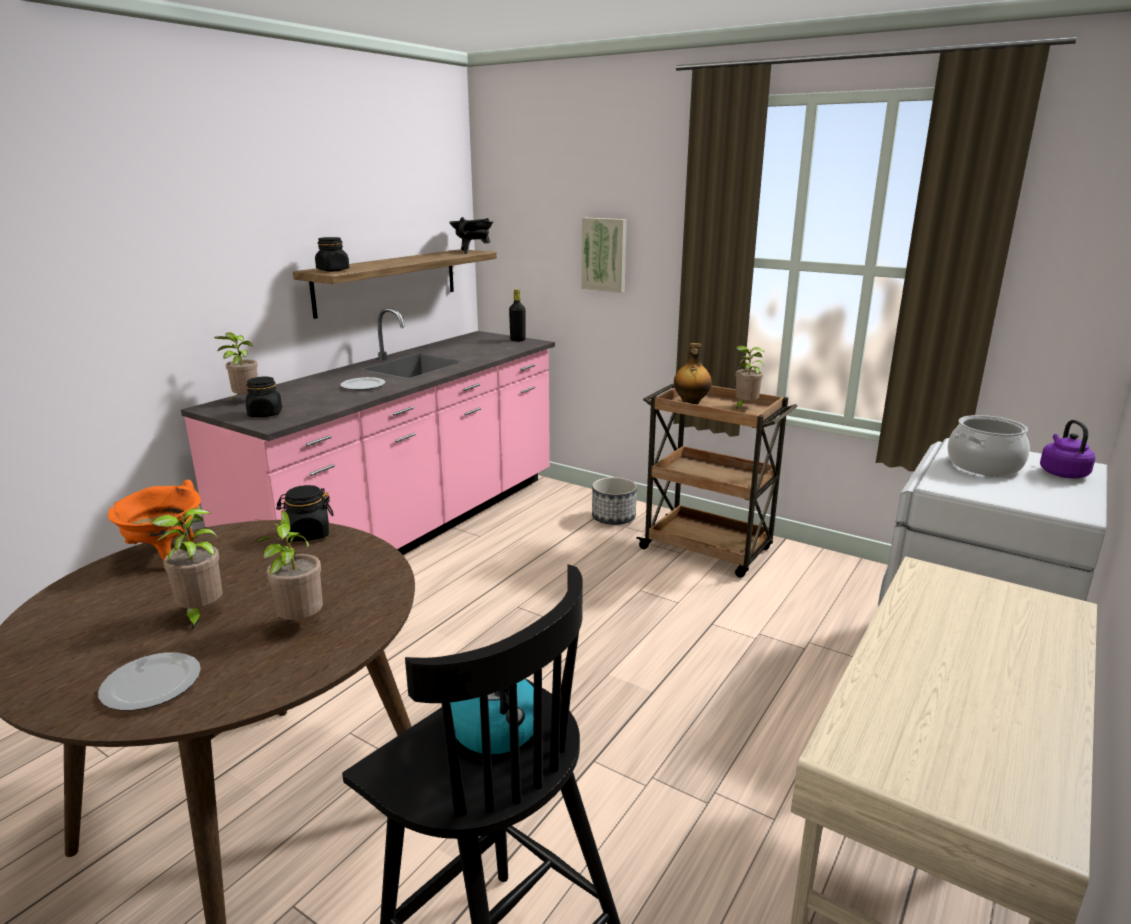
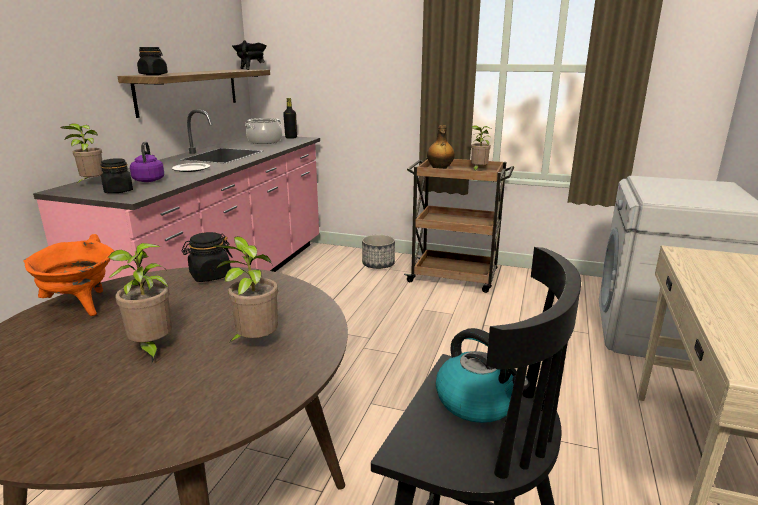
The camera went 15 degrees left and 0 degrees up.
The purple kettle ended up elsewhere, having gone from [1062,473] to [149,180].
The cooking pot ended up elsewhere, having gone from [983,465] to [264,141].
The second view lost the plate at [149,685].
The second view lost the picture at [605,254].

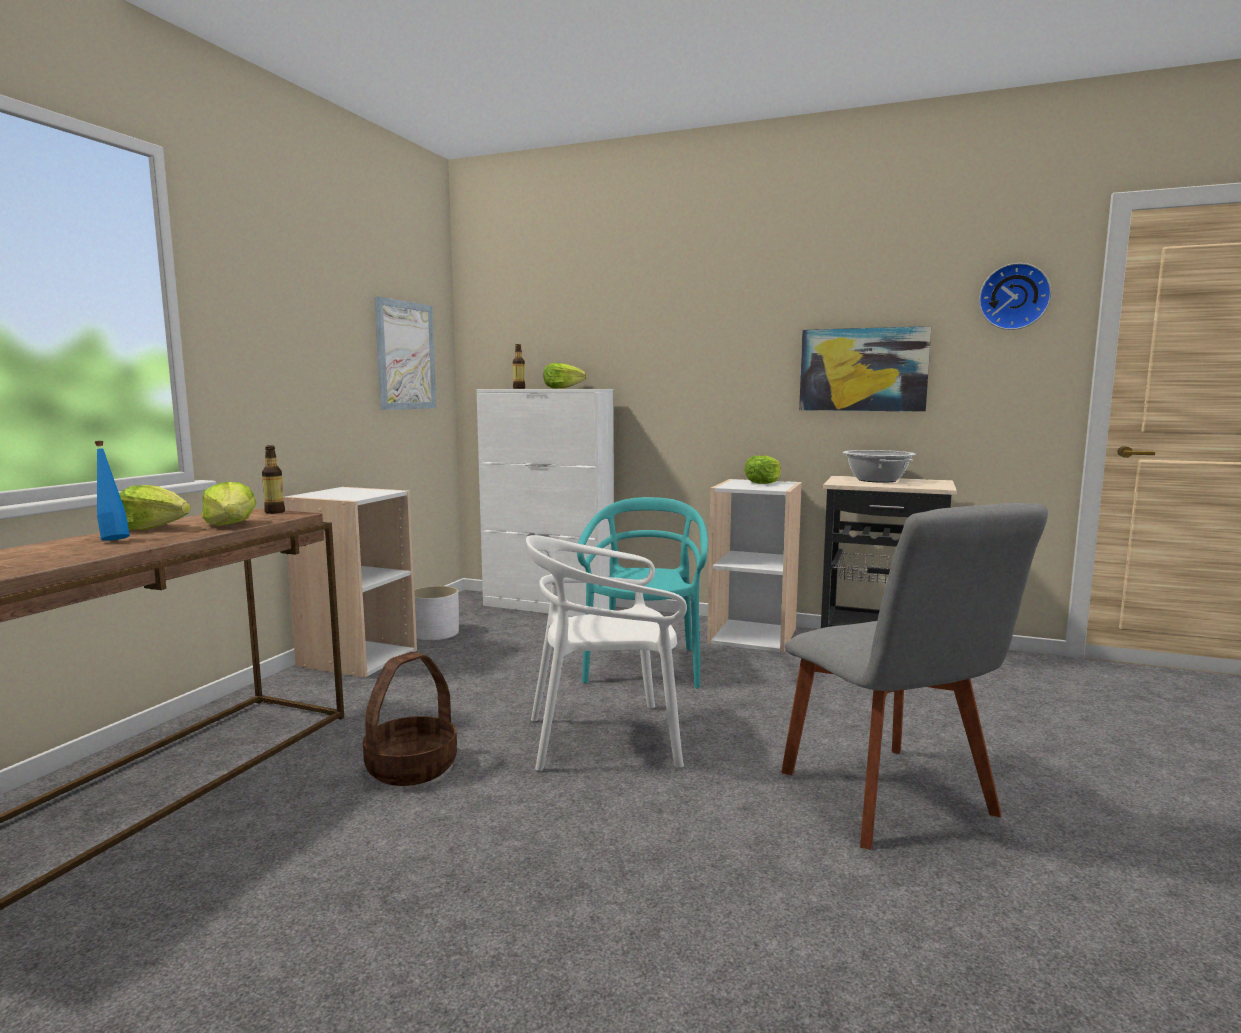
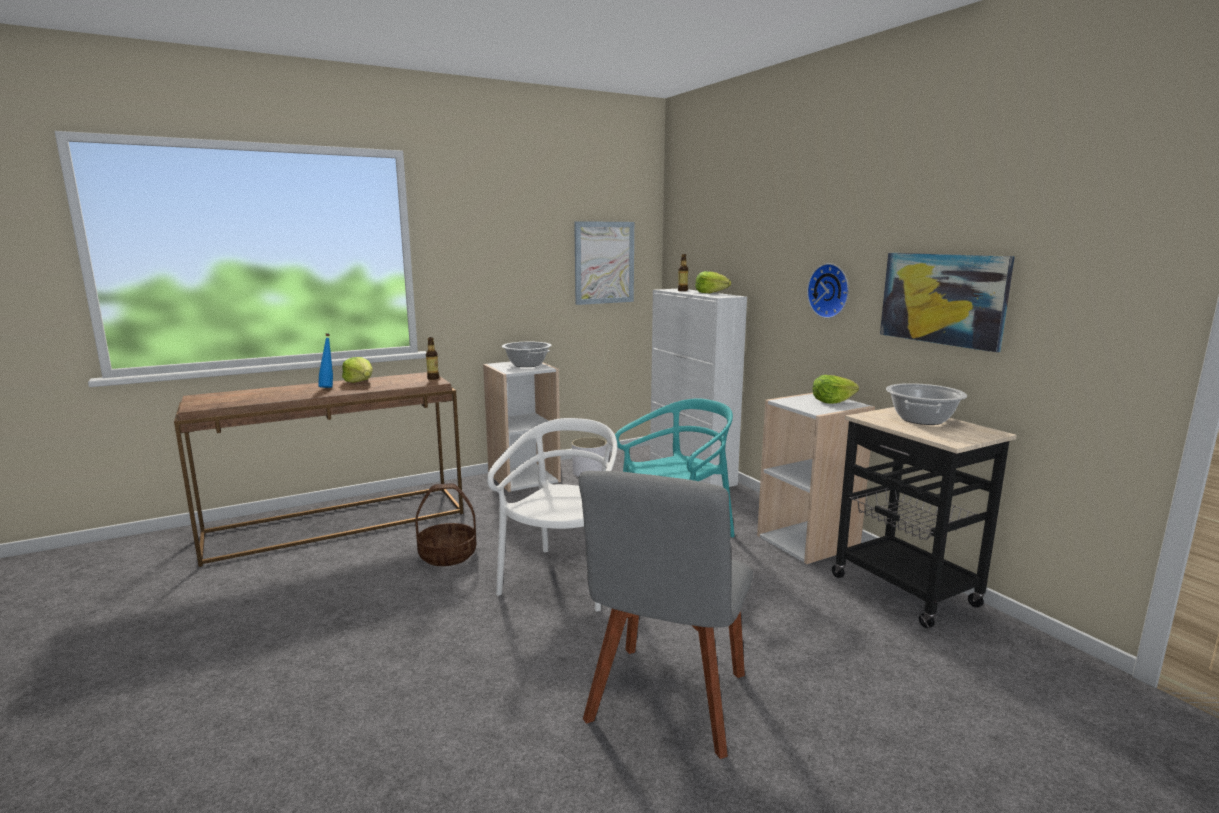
The camera went 40 degrees right and 5 degrees up.
The white chair at [604,738] ended up facing another way, 75 degrees clockwise from before.
The second view gained the cooking pot at [526,364].
The wall clock ended up elsewhere, having gone from [1013,297] to [830,290].
The second view lost the lettuce at [231,525].

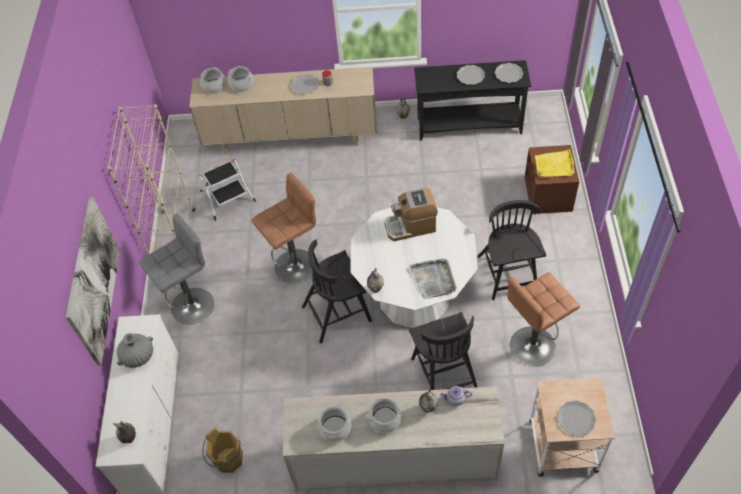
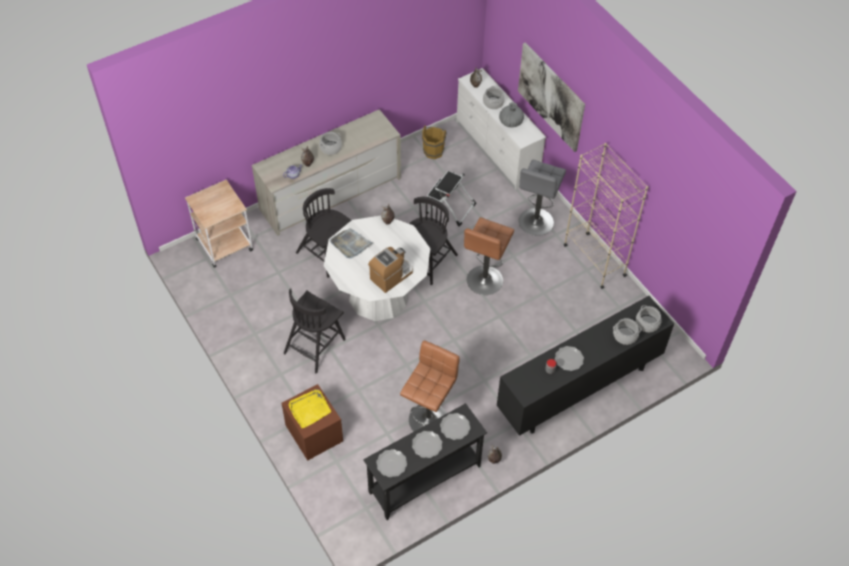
The camera went 145 degrees right and 0 degrees up.
The black chair at [508,274] ended up facing another way, 75 degrees clockwise from before.
The brown stool ended up elsewhere, having gone from [531,346] to [429,420].
The step ladder ended up elsewhere, having gone from [227,197] to [450,206].
The plate ended up elsewhere, having gone from [576,419] to [454,427].
The cooking pot ended up elsewhere, having gone from [335,428] to [493,103].
What was the beige cabinet at [291,138] turned into the black cabinet at [579,389].

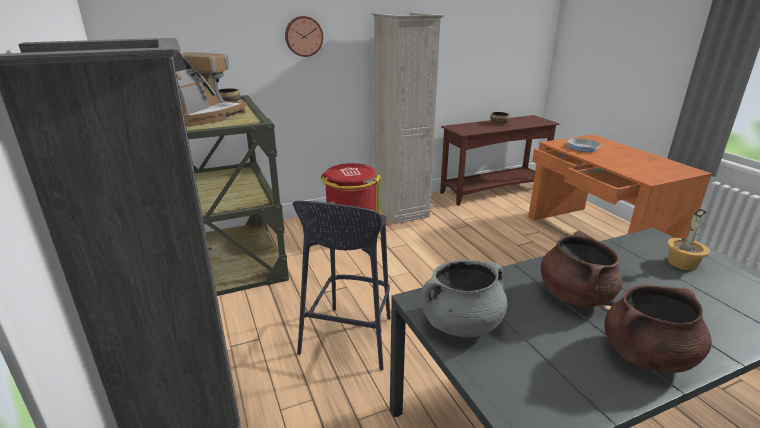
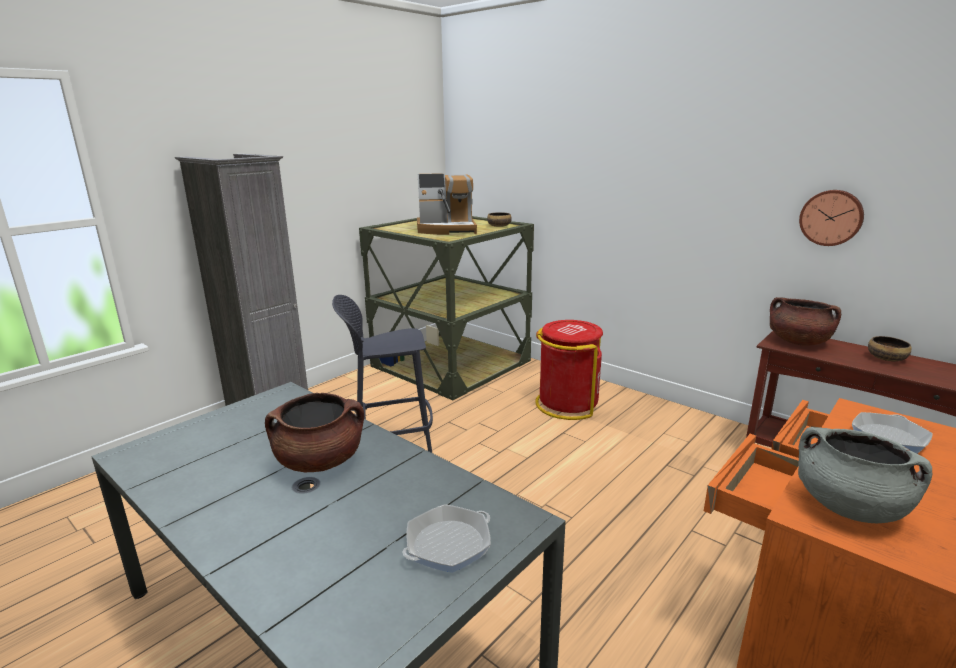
The camera went 65 degrees right and 5 degrees down.
Where the potted plant stood at [682,263], the frying pan came to stand at [448,544].
The brown cooking pot ended up elsewhere, having gone from [647,355] to [798,342].
The grey cooking pot ended up elsewhere, having gone from [461,324] to [849,507].
The wall clock ended up elsewhere, having gone from [303,36] to [831,217].
The second view lost the beige cabinet at [402,211].

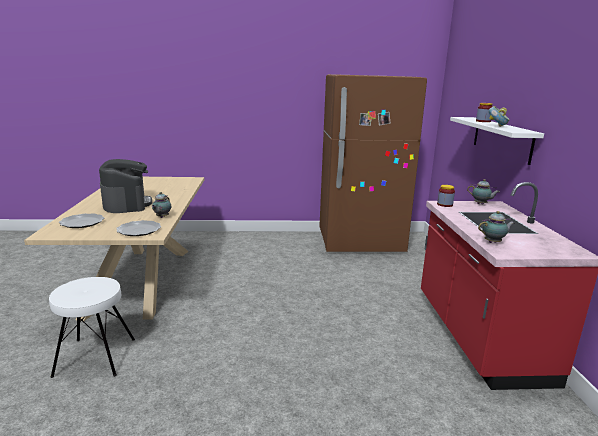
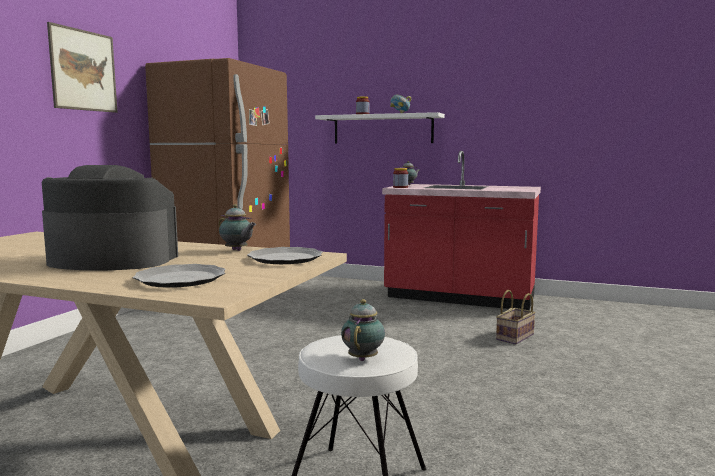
The camera went 65 degrees left and 10 degrees down.
The second view gained the picture at [83,70].
The teapot ended up elsewhere, having gone from [493,242] to [364,358].
The second view gained the basket at [515,337].

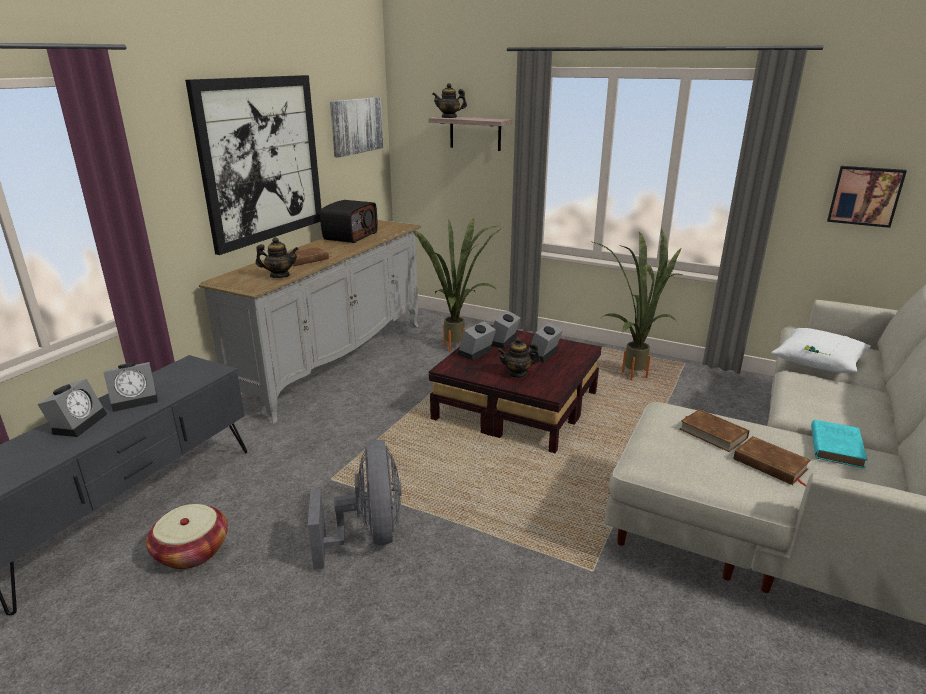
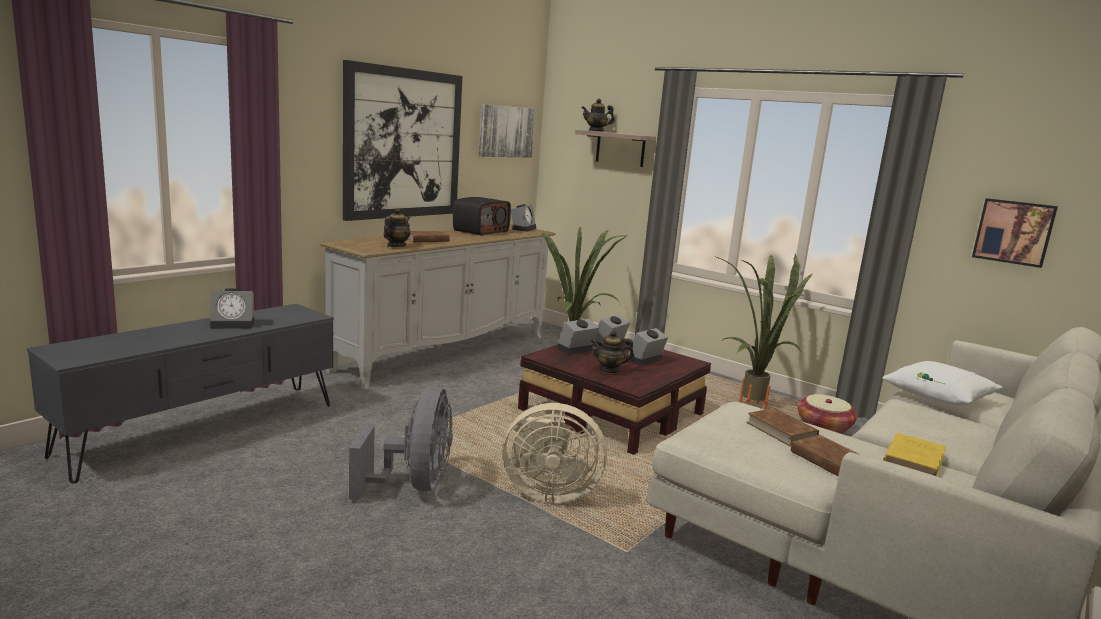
The camera went 10 degrees right and 10 degrees down.
The teapot at [279,276] ended up facing another way, 75 degrees counterclockwise from before.
The second view gained the beige fan at [548,493].
The alarm clock ended up elsewhere, having gone from [78,423] to [523,228].
The basket ended up elsewhere, having gone from [192,551] to [823,427].
What was the turquoise book at [836,446] turned into the yellow book at [914,459].

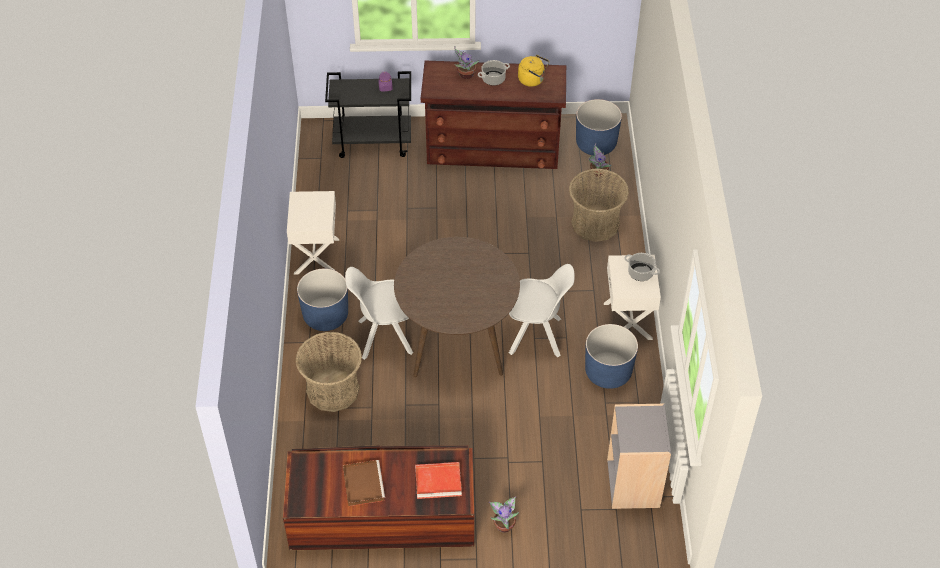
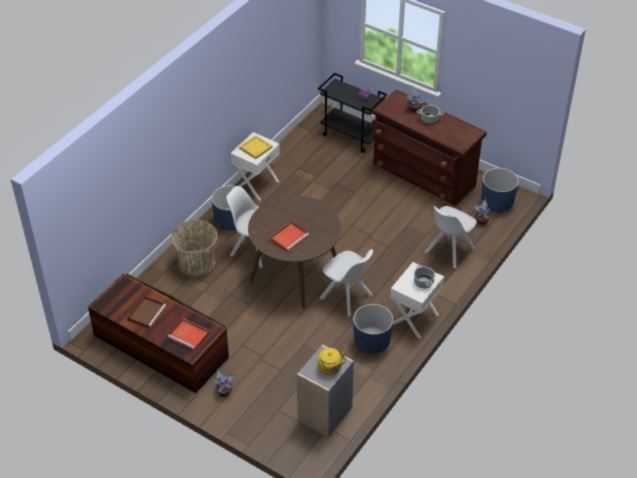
The camera went 35 degrees right and 5 degrees down.
The second view gained the yellow tray at [255,147].
The second view gained the red tray at [289,237].
The yellow kettle ended up elsewhere, having gone from [532,80] to [331,369].
Where the basket stood at [595,223], the white chair came to stand at [449,250].

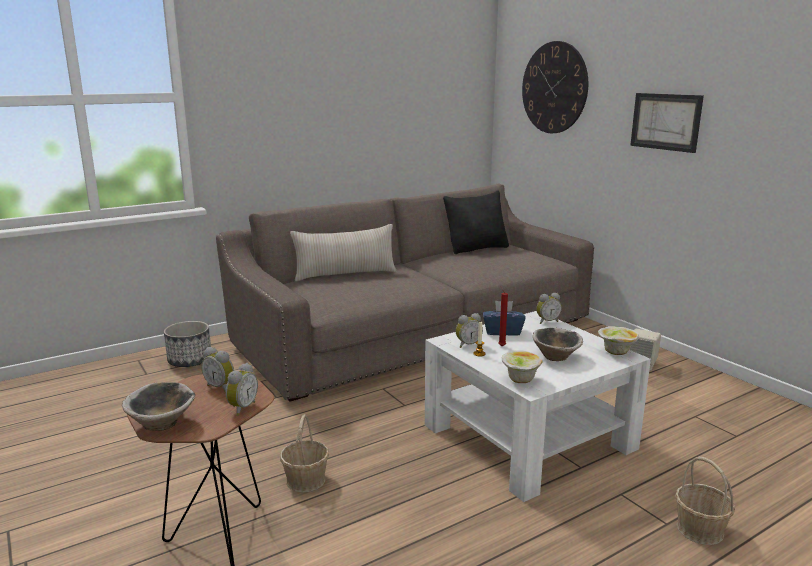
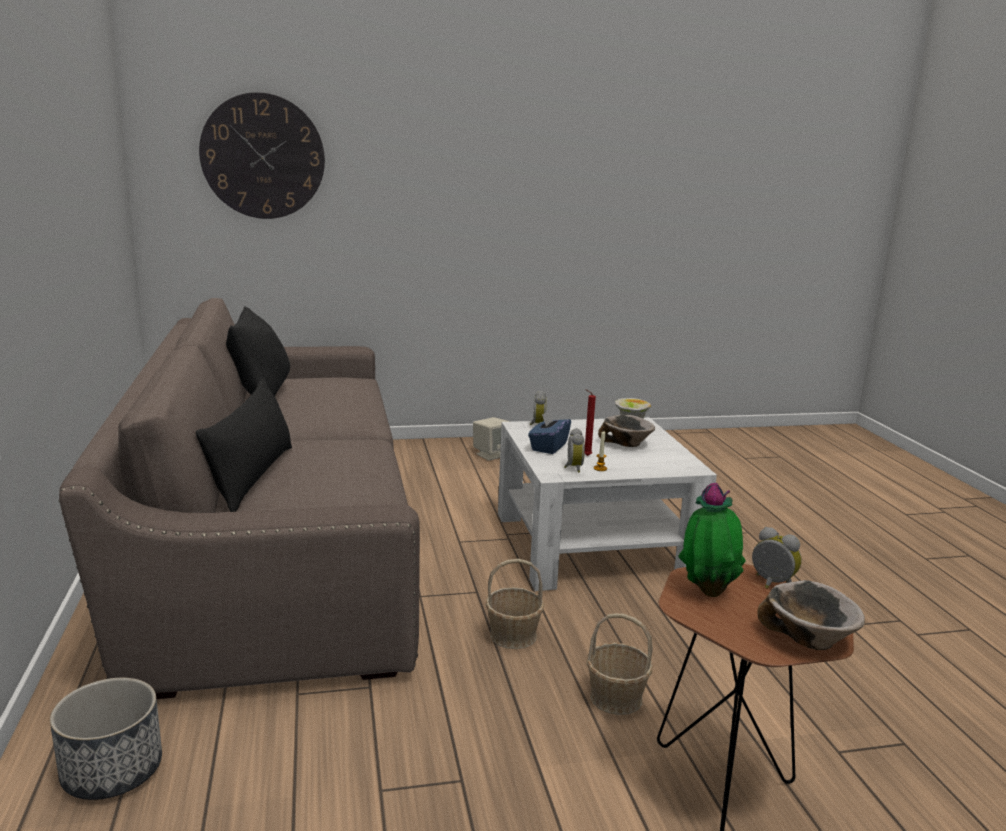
The camera went 70 degrees left and 0 degrees up.
What was the beige pillow at [345,274] turned into the black pillow at [252,477].
The basket ended up elsewhere, having gone from [699,530] to [513,635].
Where the alarm clock stood at [221,387], the potted plant came to stand at [707,591].
The second view lost the bowl at [519,380].
The second view lost the picture at [665,121].

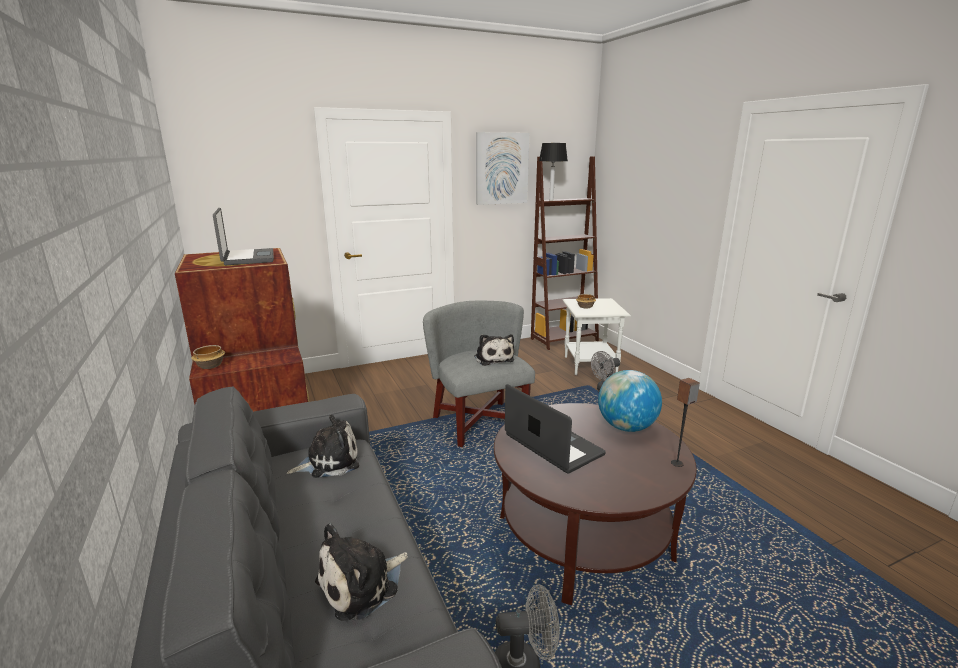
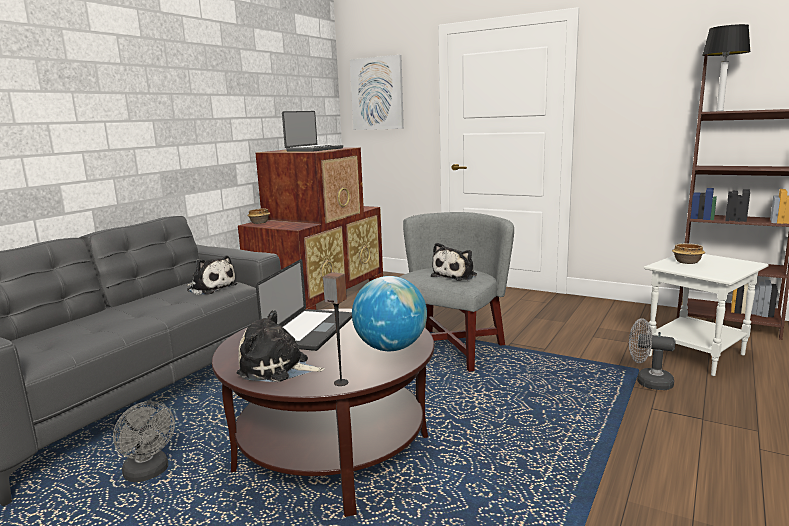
The camera went 55 degrees right and 5 degrees down.
The plush toy ended up elsewhere, having gone from [362,584] to [277,368].
The picture ended up elsewhere, having gone from [501,168] to [377,93].

